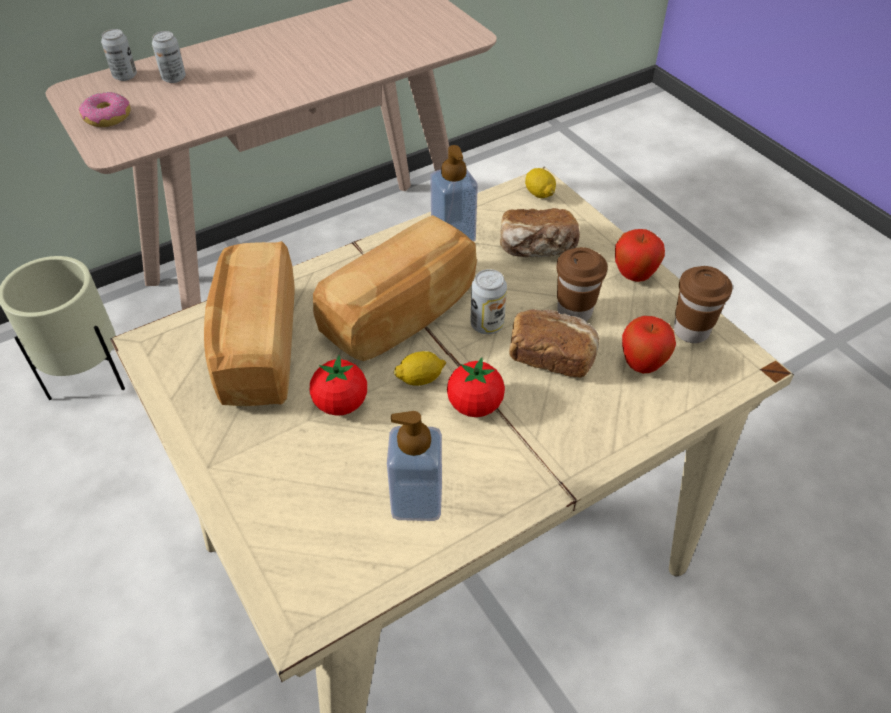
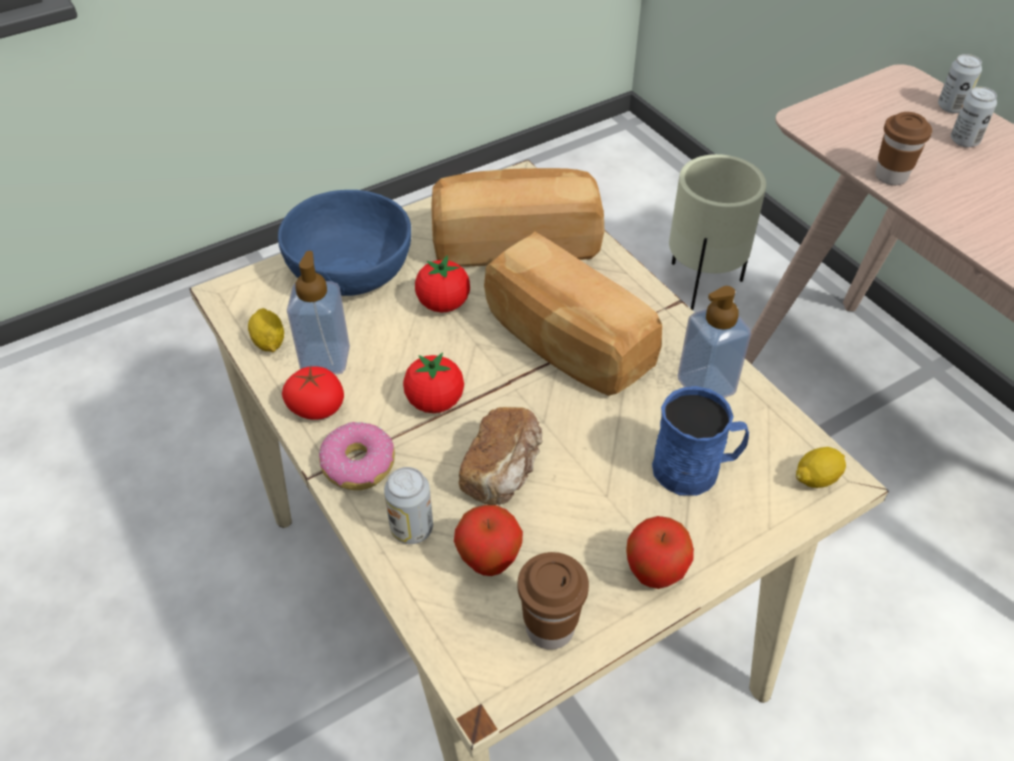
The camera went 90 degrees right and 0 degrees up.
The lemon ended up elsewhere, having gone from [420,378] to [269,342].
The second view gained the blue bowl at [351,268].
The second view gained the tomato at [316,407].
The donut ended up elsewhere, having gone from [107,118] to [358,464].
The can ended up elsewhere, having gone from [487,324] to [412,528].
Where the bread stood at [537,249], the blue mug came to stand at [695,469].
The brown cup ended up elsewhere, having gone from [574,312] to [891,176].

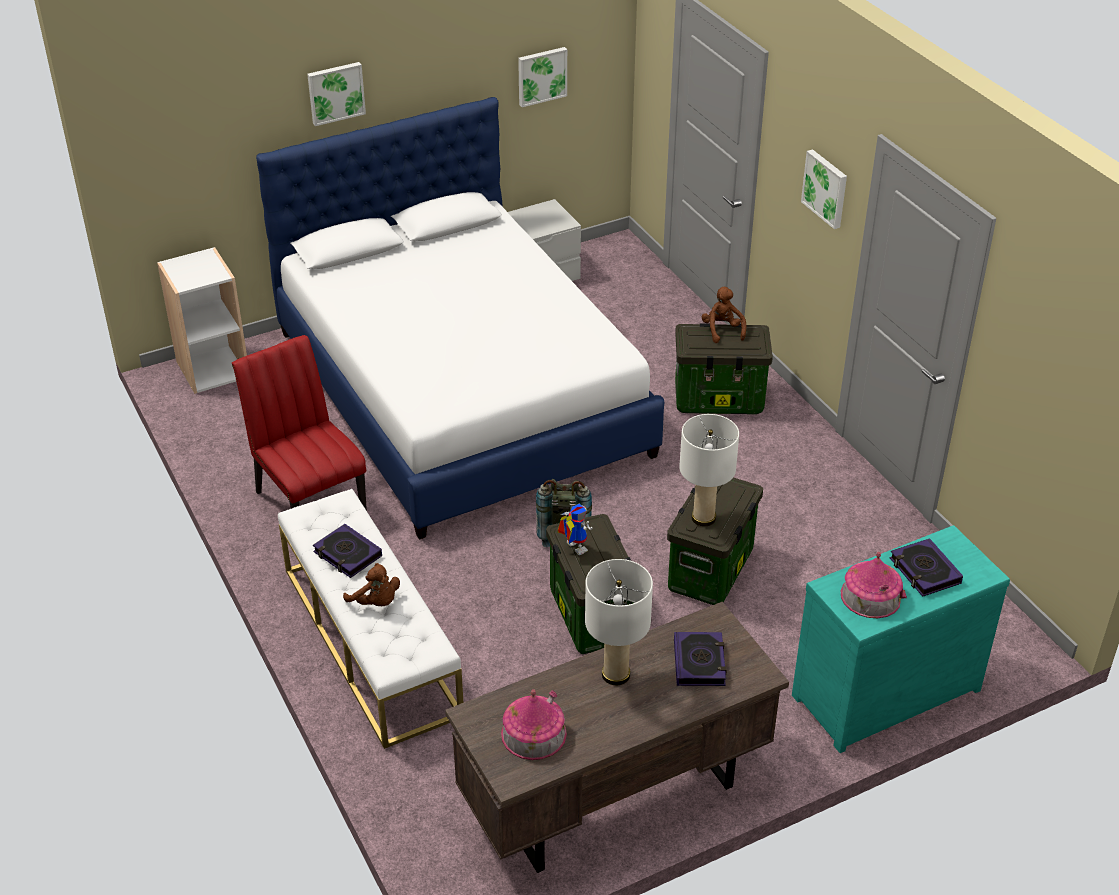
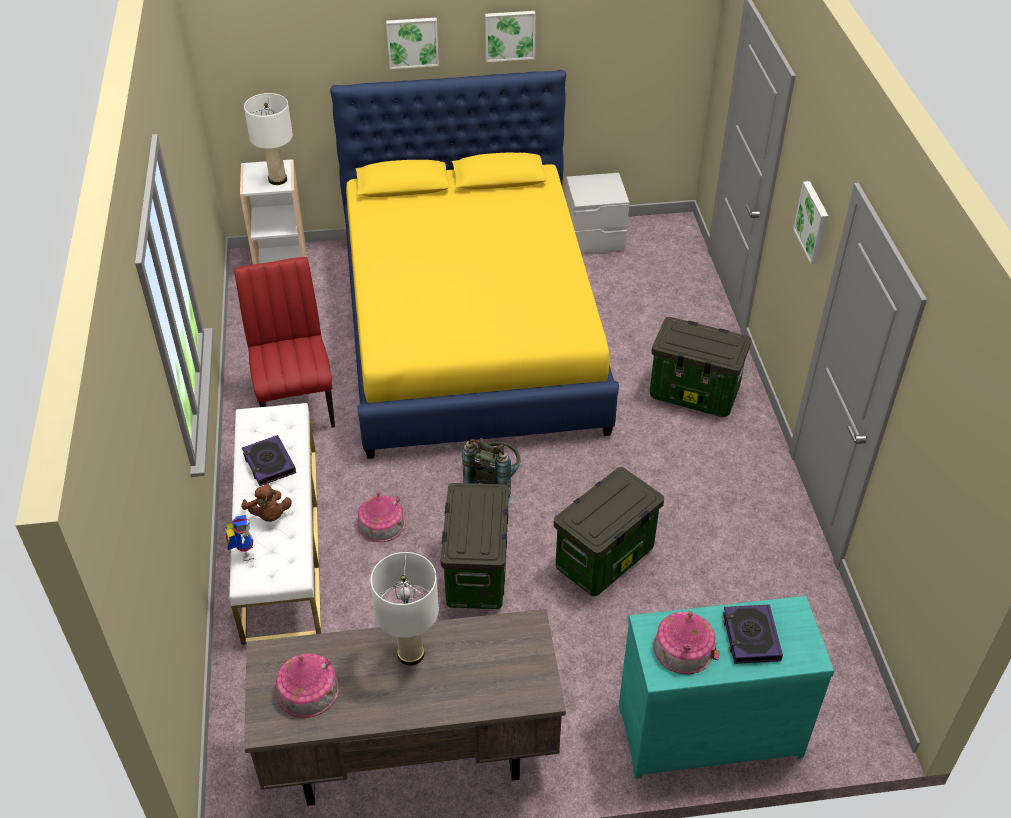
The camera went 20 degrees right and 5 degrees up.
The toy robot ended up elsewhere, having gone from [572,547] to [243,551].
The white table lamp ended up elsewhere, having gone from [703,517] to [278,179].
What was the white bed at [461,392] turned into the yellow bed at [470,331].
The second view gained the toy house at [381,523].
The picture ended up elsewhere, having gone from [541,76] to [509,35].
The second view lost the book at [699,663].
The second view lost the brown plush toy at [722,330].

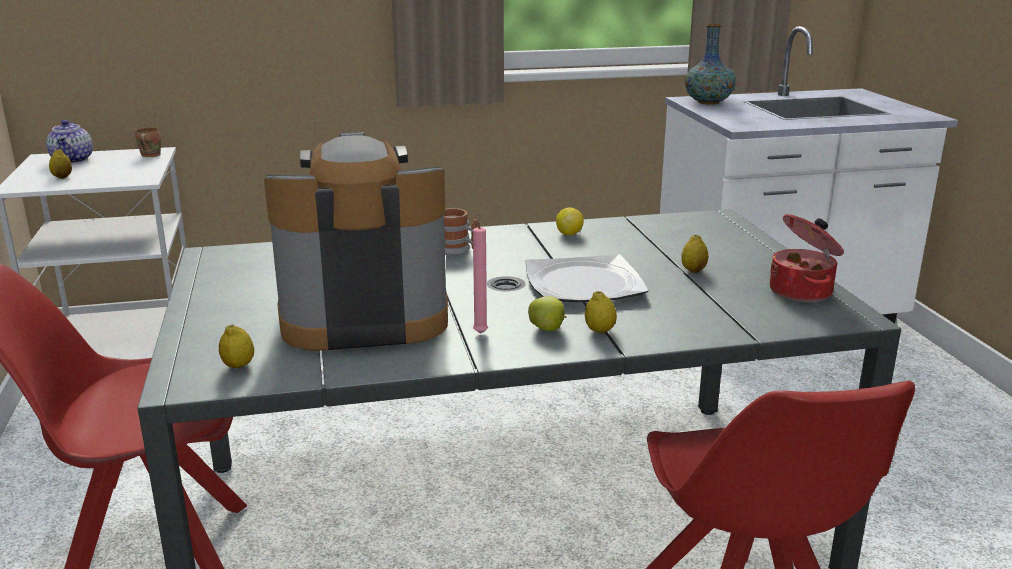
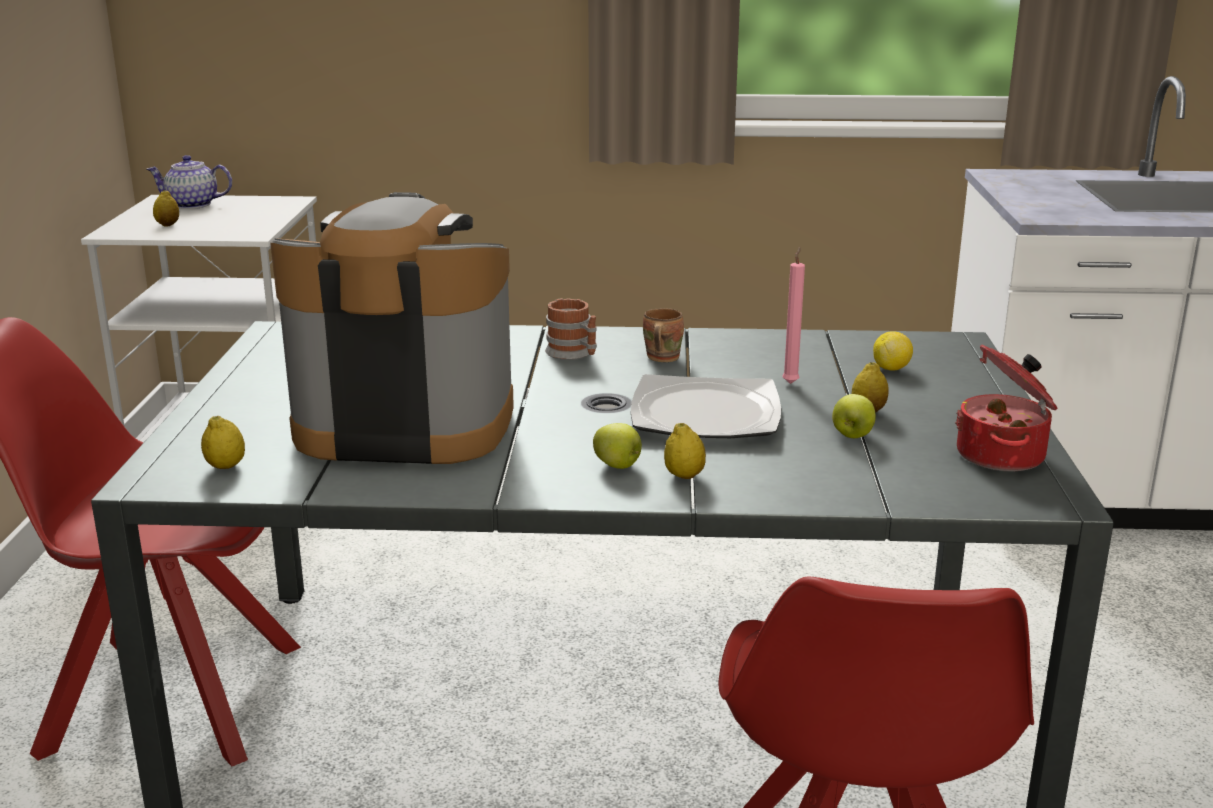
The camera went 15 degrees right and 0 degrees up.
The teapot at [73,160] ended up facing another way, 90 degrees clockwise from before.
The brown mug ended up elsewhere, having gone from [149,156] to [660,358].
The pink candle ended up elsewhere, having gone from [480,332] to [791,382].
The second view gained the apple at [852,435].
The lemon ended up elsewhere, having gone from [569,234] to [891,368].
The second view lost the vase at [708,102].

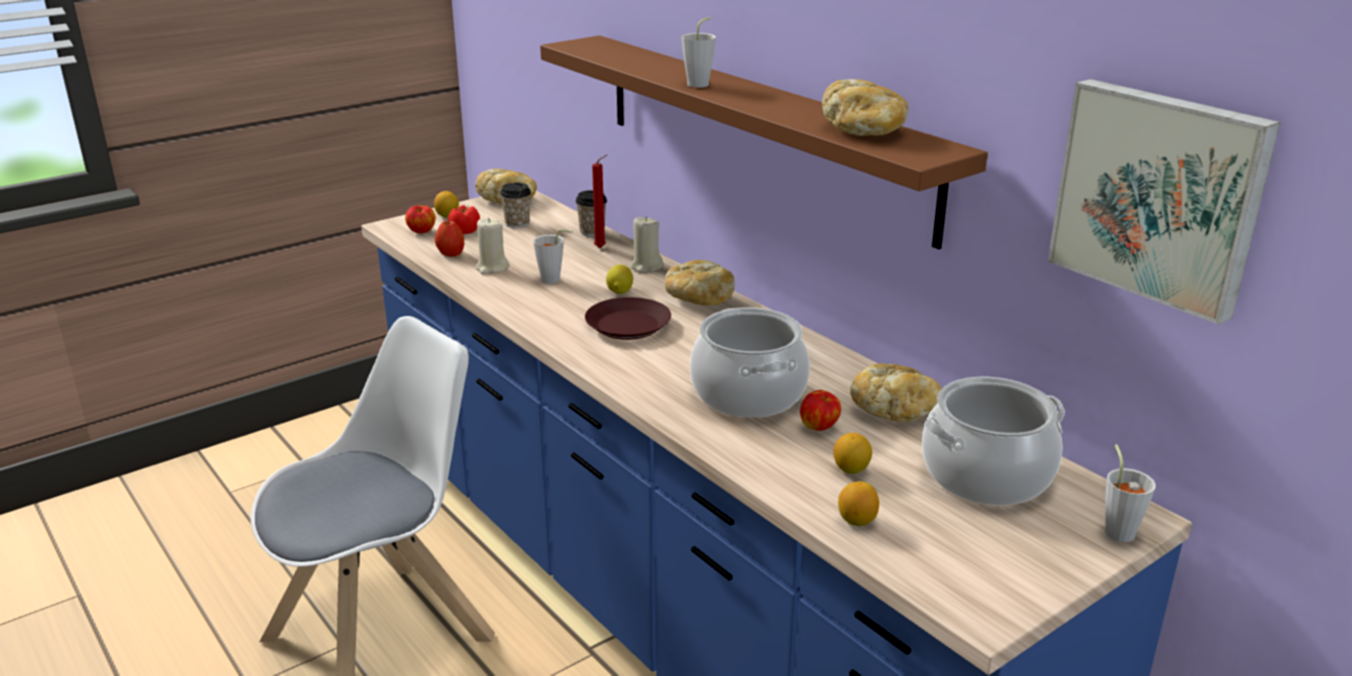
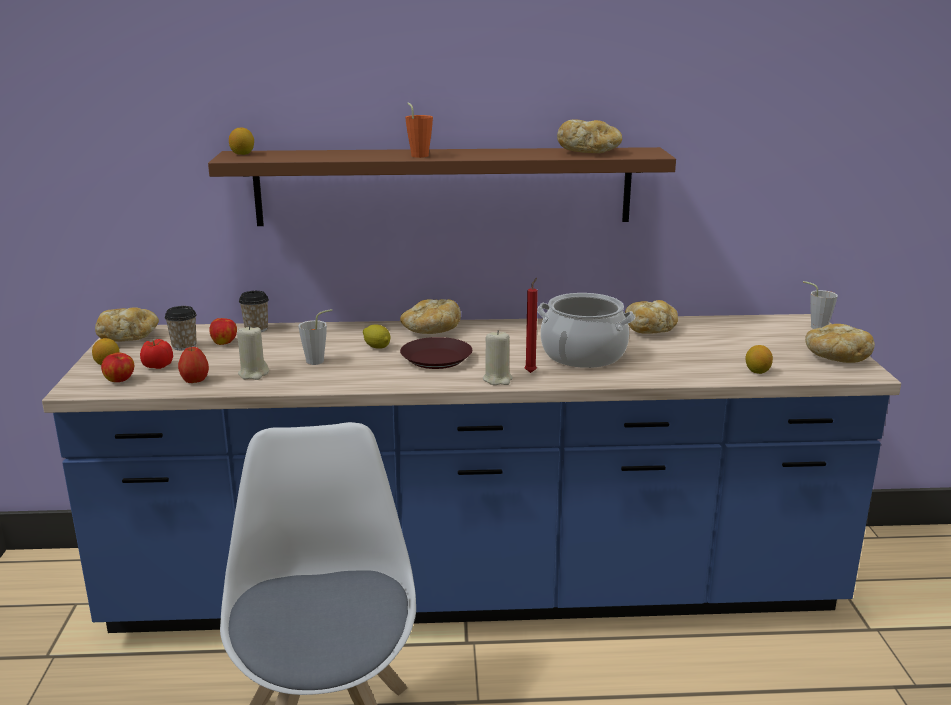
The camera went 55 degrees left and 5 degrees down.
The apple ended up elsewhere, having gone from [819,427] to [224,343].
The lemon ended up elsewhere, having gone from [851,469] to [243,154].
What was the grey cup at [701,83] turned into the orange cup at [418,155].
The beige candle ended up elsewhere, having gone from [646,266] to [497,379].
The red candle ended up elsewhere, having gone from [602,248] to [531,372].
The second view gained the bread at [835,358].
The second view lost the cooking pot at [986,475].
The second view lost the picture at [1159,195].

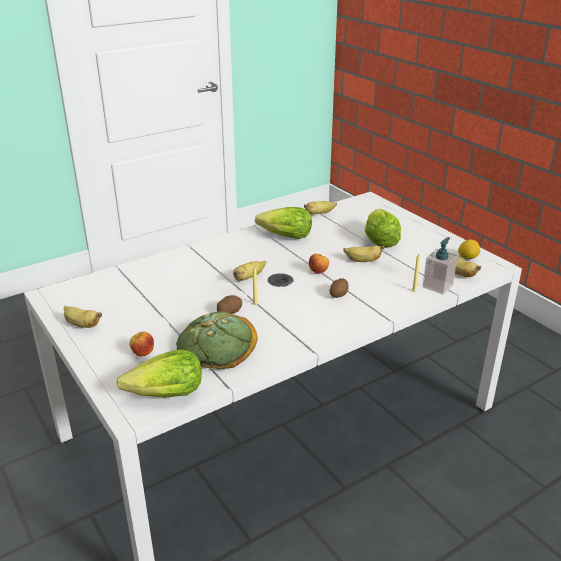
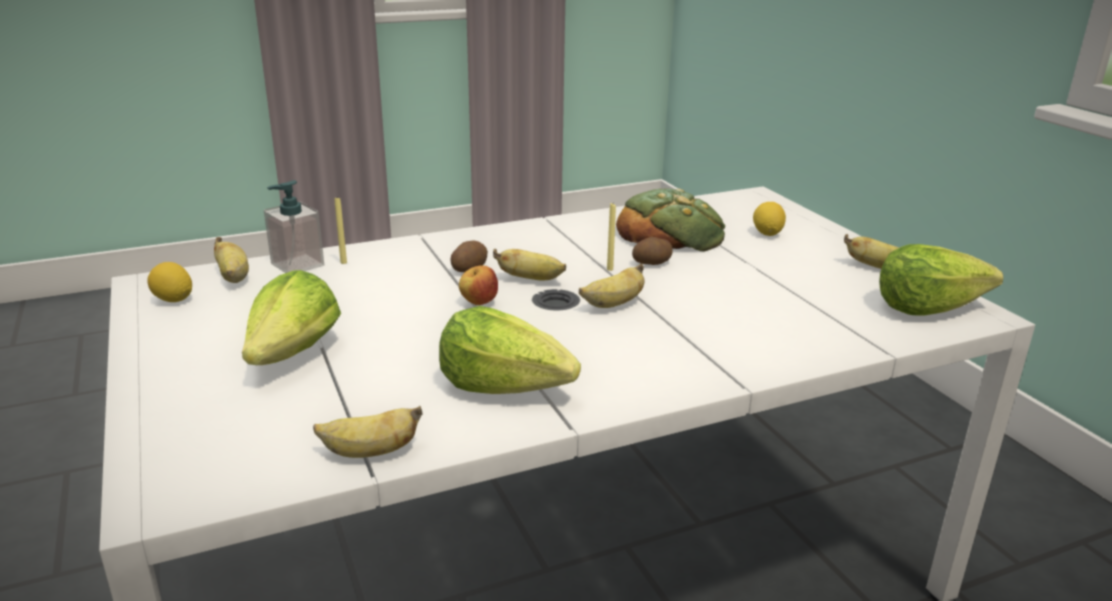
The camera went 170 degrees left and 5 degrees down.
The banana ended up elsewhere, having gone from [362,261] to [531,279].
Where the apple stood at [143,354], the lemon came to stand at [767,233].
The lettuce ended up elsewhere, having gone from [166,394] to [927,307].

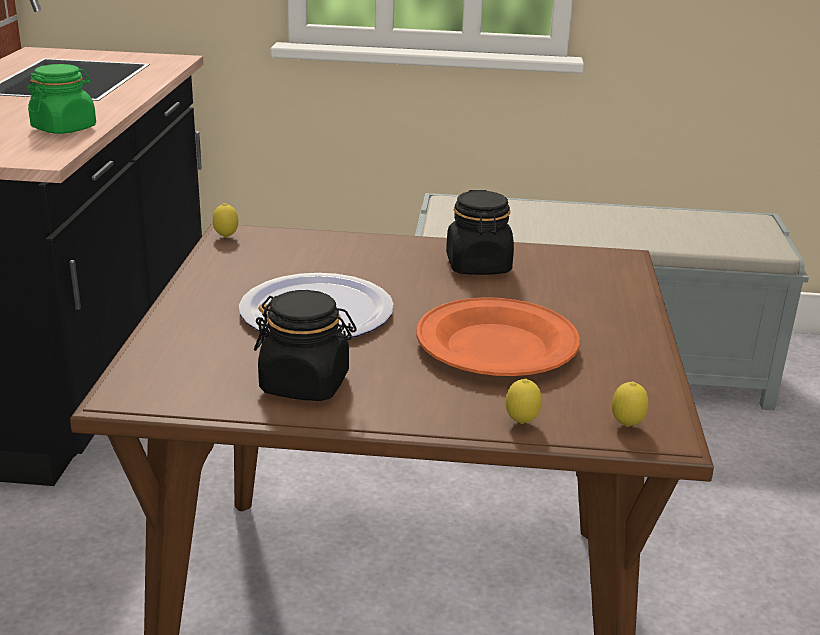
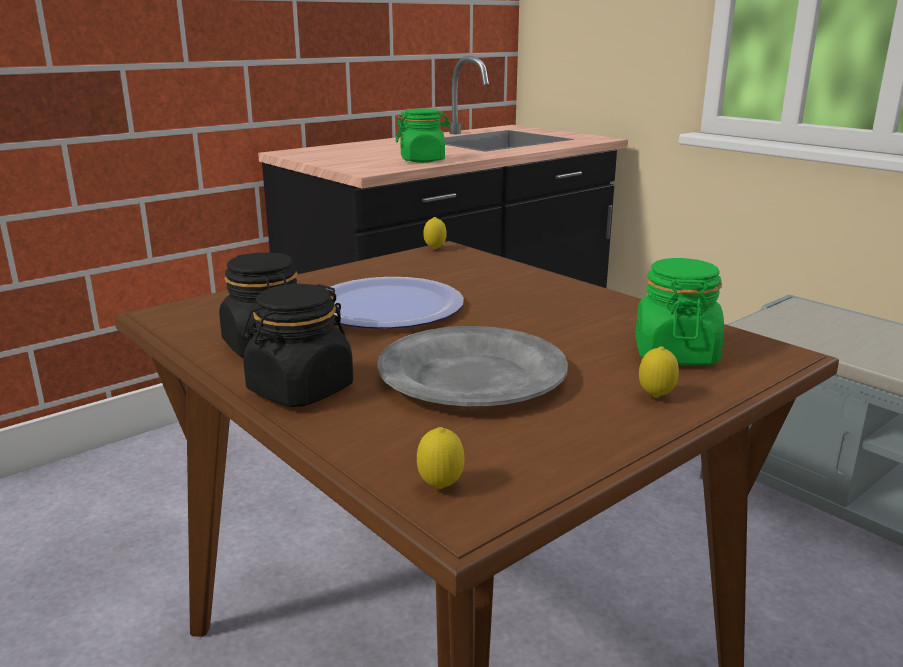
The camera went 45 degrees right and 5 degrees down.
The black jar ended up elsewhere, having gone from [478,266] to [300,390].
What was the orange plate at [496,345] turned into the grey plate at [472,376].
The second view gained the green jar at [675,353].
The lemon ended up elsewhere, having gone from [521,423] to [655,397].

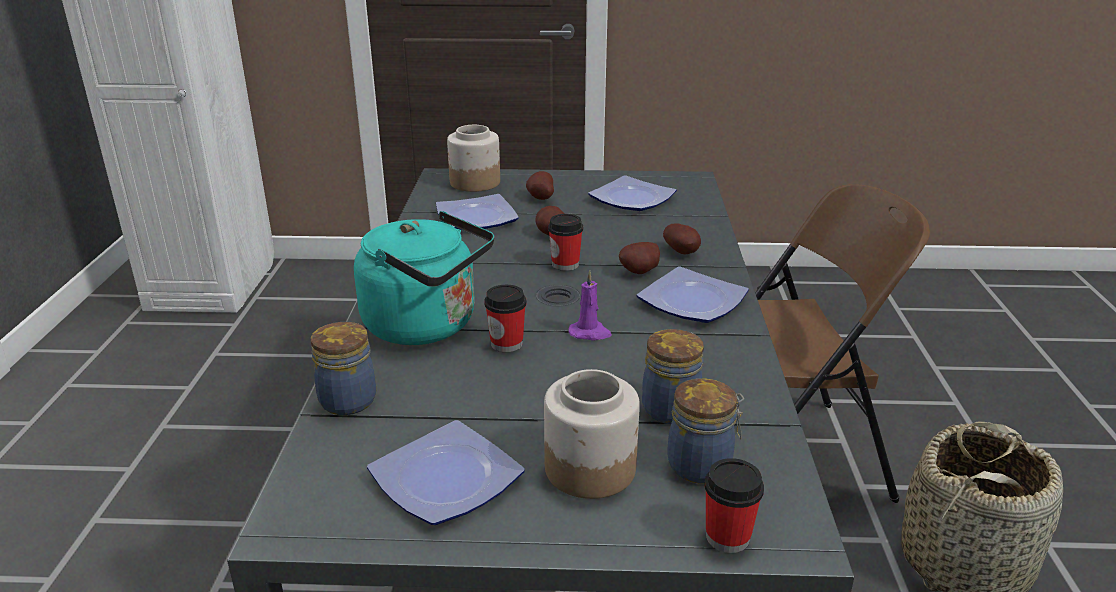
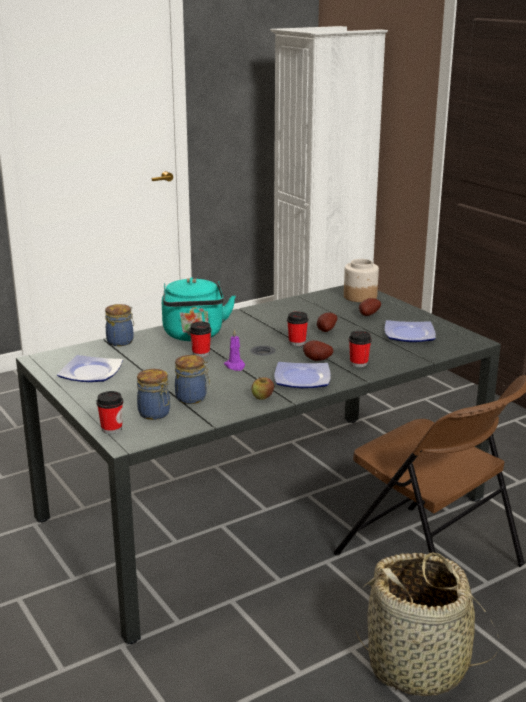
The camera went 55 degrees right and 5 degrees down.
The second view gained the apple at [262,397].
Where the potato stood at [682,252], the cup came to stand at [358,363].
The second view lost the plate at [477,217].
The second view lost the jar at [591,468].

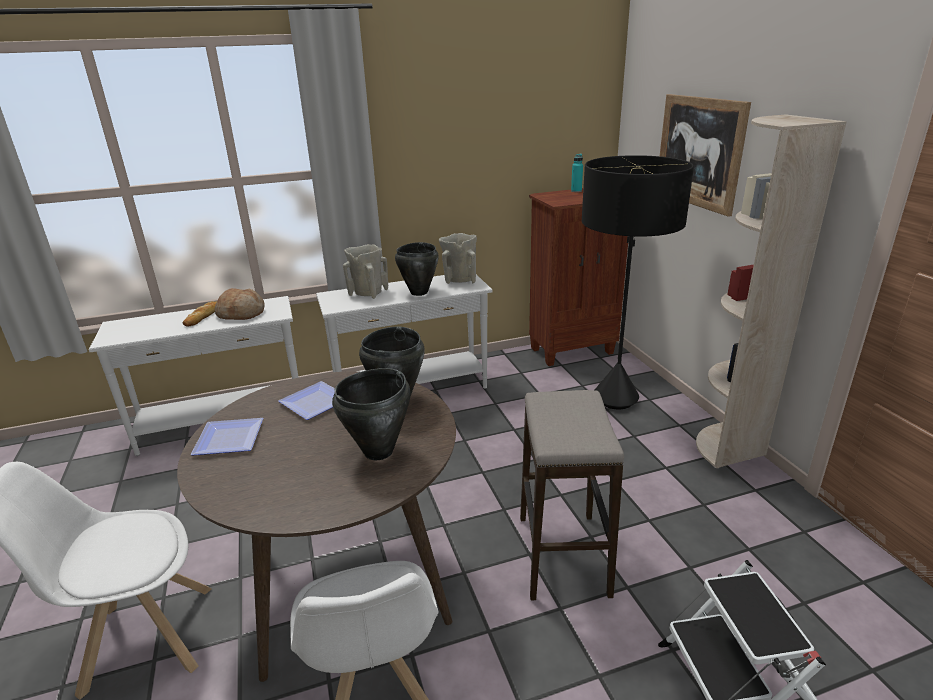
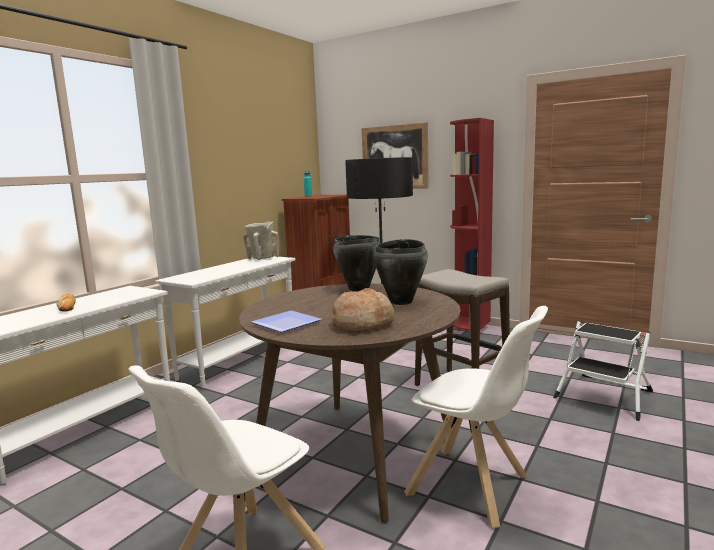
The camera went 40 degrees left and 15 degrees down.
The bread ended up elsewhere, having gone from [241,313] to [363,324].
What was the beige bookcase at [722,452] turned into the red bookcase at [468,329].
The second view lost the plate at [314,404].
The second view lost the beige vase at [368,293].
The second view lost the black cooking pot at [418,292].

